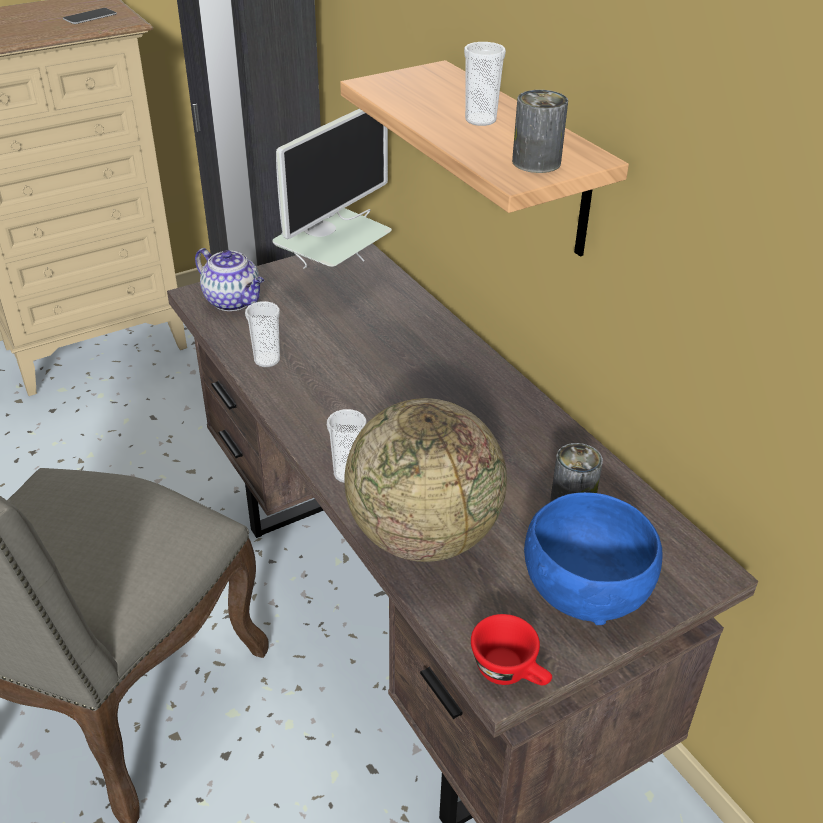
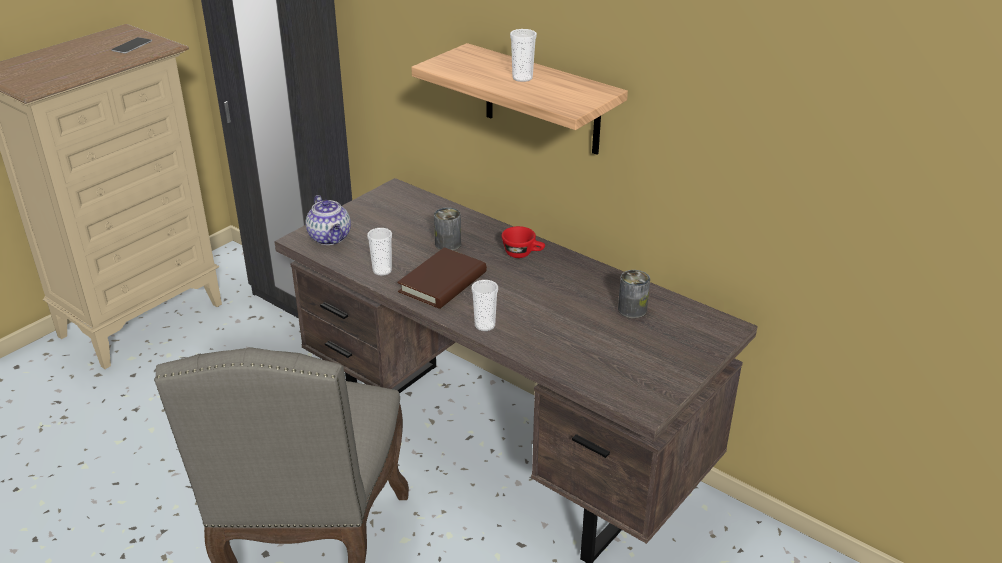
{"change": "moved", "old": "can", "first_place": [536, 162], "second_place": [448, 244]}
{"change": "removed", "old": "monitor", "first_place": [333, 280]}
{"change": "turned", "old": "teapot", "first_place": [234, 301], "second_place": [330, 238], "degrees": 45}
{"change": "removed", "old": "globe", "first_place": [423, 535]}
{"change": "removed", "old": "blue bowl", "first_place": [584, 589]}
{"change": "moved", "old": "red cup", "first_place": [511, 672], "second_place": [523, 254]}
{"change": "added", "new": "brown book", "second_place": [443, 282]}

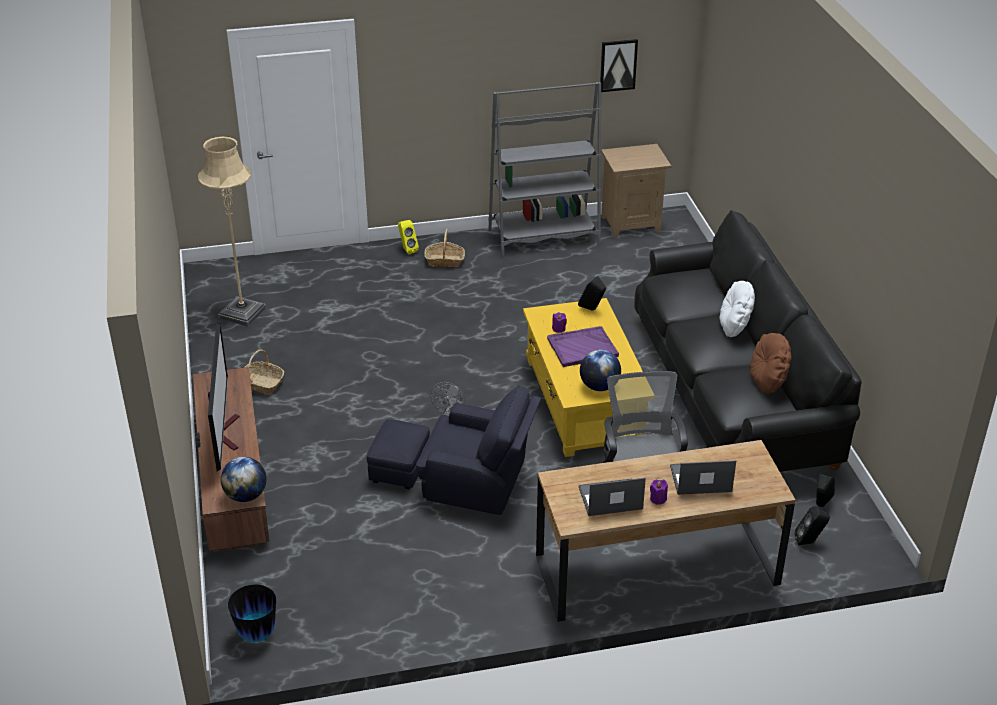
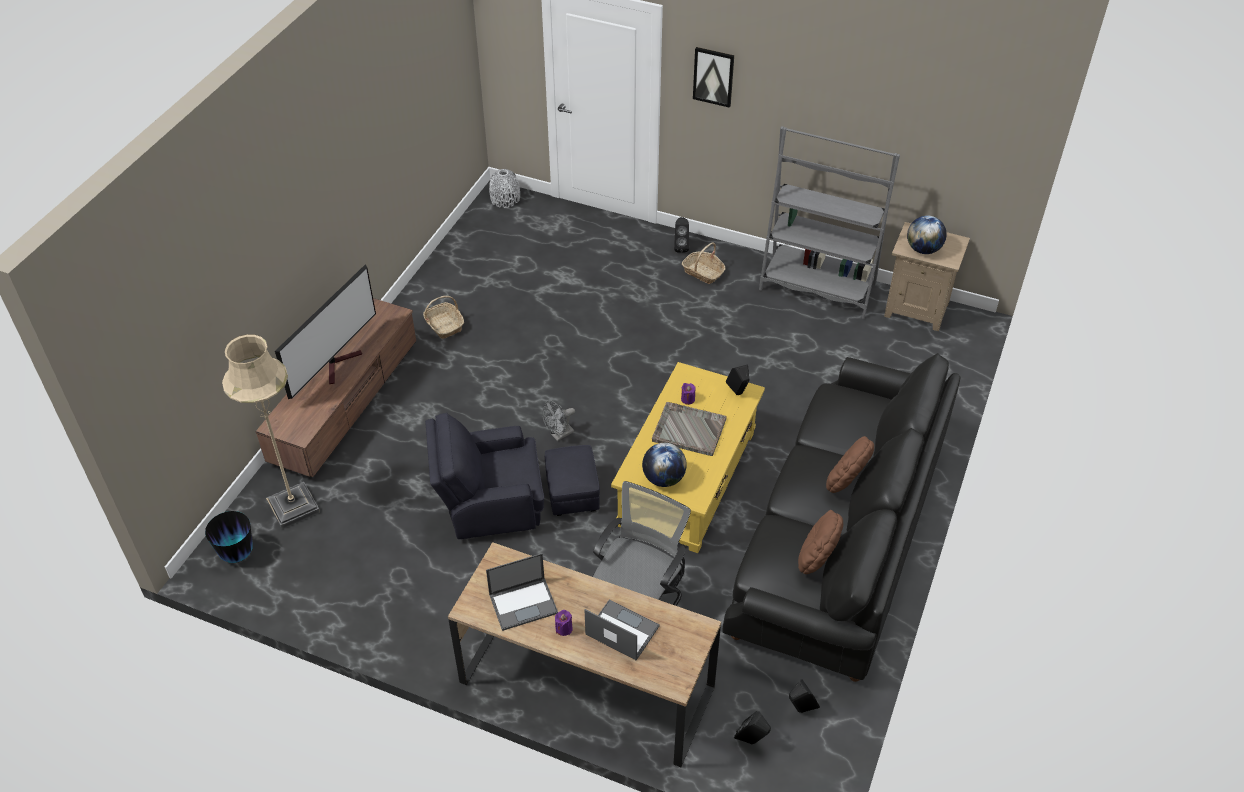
{"change": "moved", "old": "picture", "first_place": [618, 65], "second_place": [713, 76]}
{"change": "moved", "old": "beige floor lamp", "first_place": [242, 313], "second_place": [293, 507]}
{"change": "recoloured", "old": "yellow speaker", "new": "black speaker", "first_place": [407, 250], "second_place": [681, 247]}
{"change": "recoloured", "old": "white pillow", "new": "brown pillow", "first_place": [734, 328], "second_place": [846, 483]}
{"change": "recoloured", "old": "purple tray", "new": "grey tray", "first_place": [581, 348], "second_place": [688, 430]}
{"change": "turned", "old": "black armchair", "first_place": [459, 480], "second_place": [510, 501], "degrees": 120}
{"change": "moved", "old": "globe", "first_place": [246, 496], "second_place": [923, 249]}
{"change": "turned", "old": "laptop", "first_place": [609, 498], "second_place": [524, 603], "degrees": 135}
{"change": "added", "new": "grey vase", "second_place": [505, 199]}

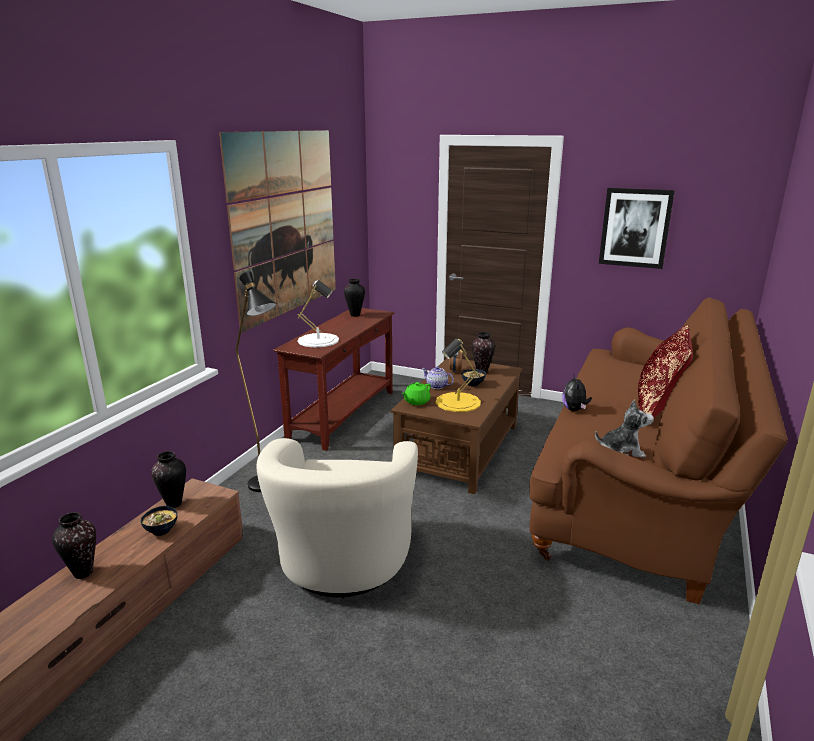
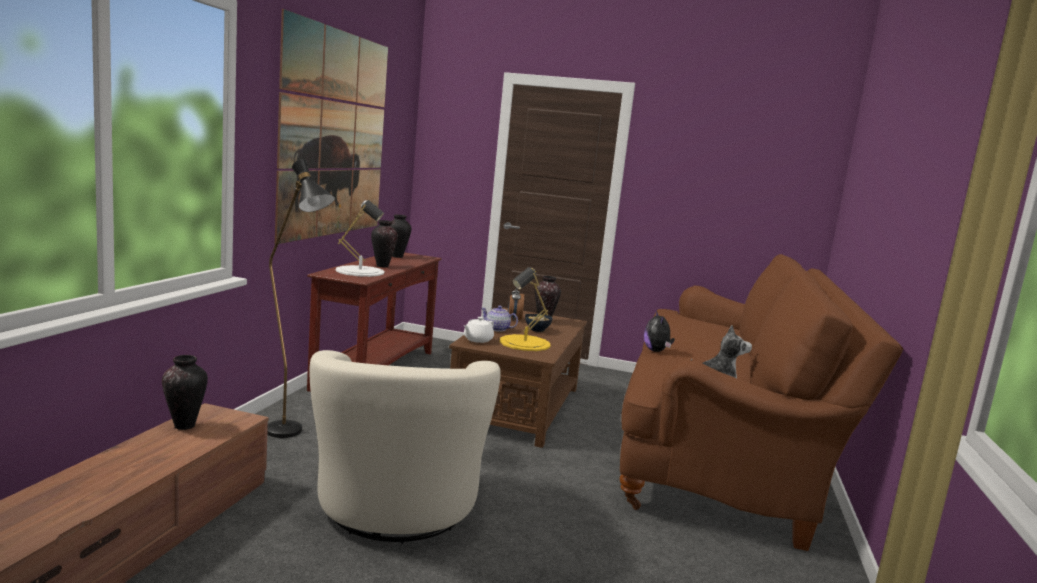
{"change": "removed", "old": "picture", "first_place": [635, 228]}
{"change": "removed", "old": "red pillow", "first_place": [658, 411]}
{"change": "recoloured", "old": "green teapot", "new": "white teapot", "first_place": [416, 401], "second_place": [477, 340]}
{"change": "removed", "old": "bowl", "first_place": [160, 531]}
{"change": "moved", "old": "vase", "first_place": [83, 572], "second_place": [382, 266]}

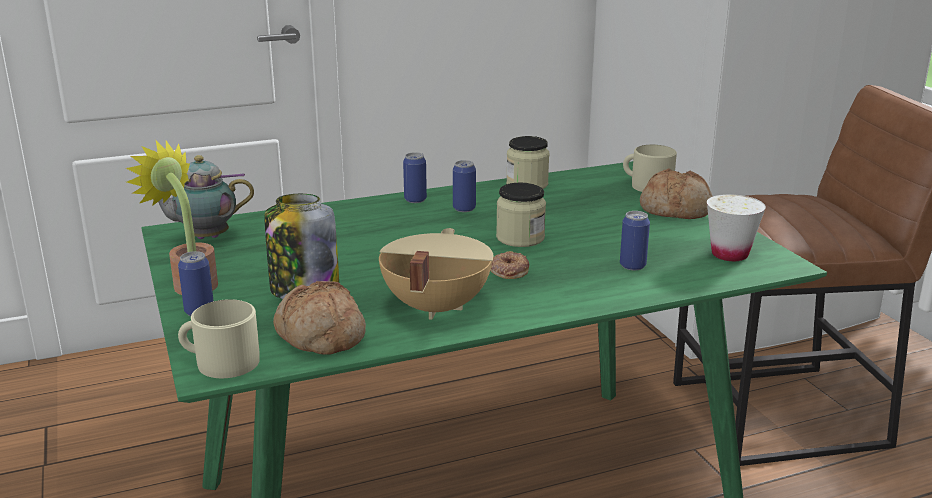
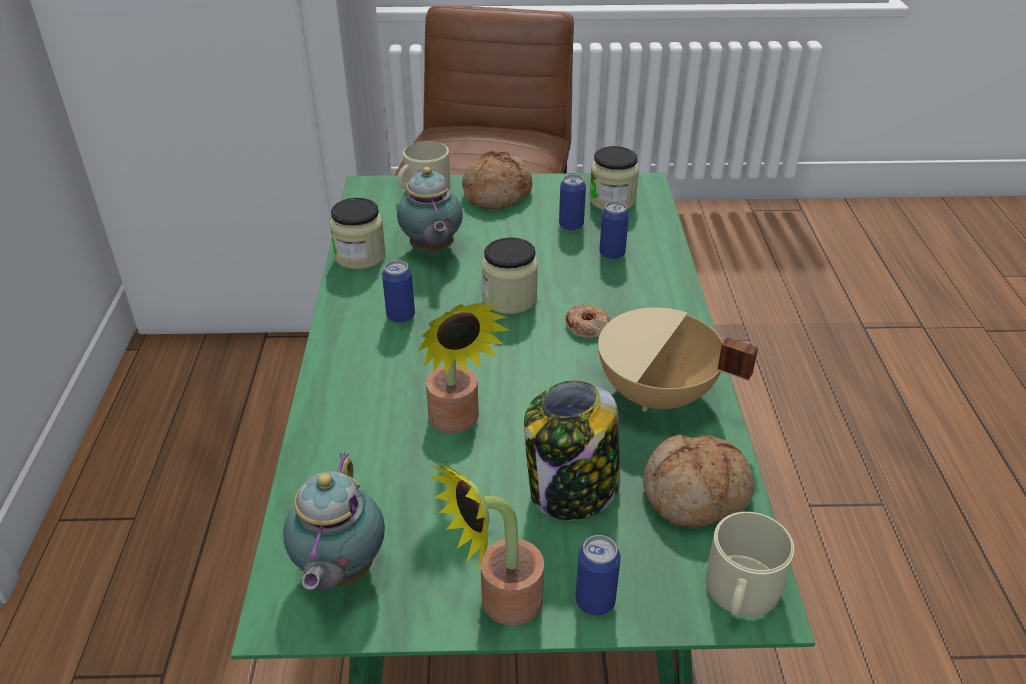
{"change": "moved", "old": "can", "first_place": [415, 200], "second_place": [571, 225]}
{"change": "replaced", "old": "white cup", "new": "jar", "first_place": [729, 254], "second_place": [612, 200]}
{"change": "added", "new": "teapot", "second_place": [432, 250]}
{"change": "added", "new": "potted plant", "second_place": [457, 423]}

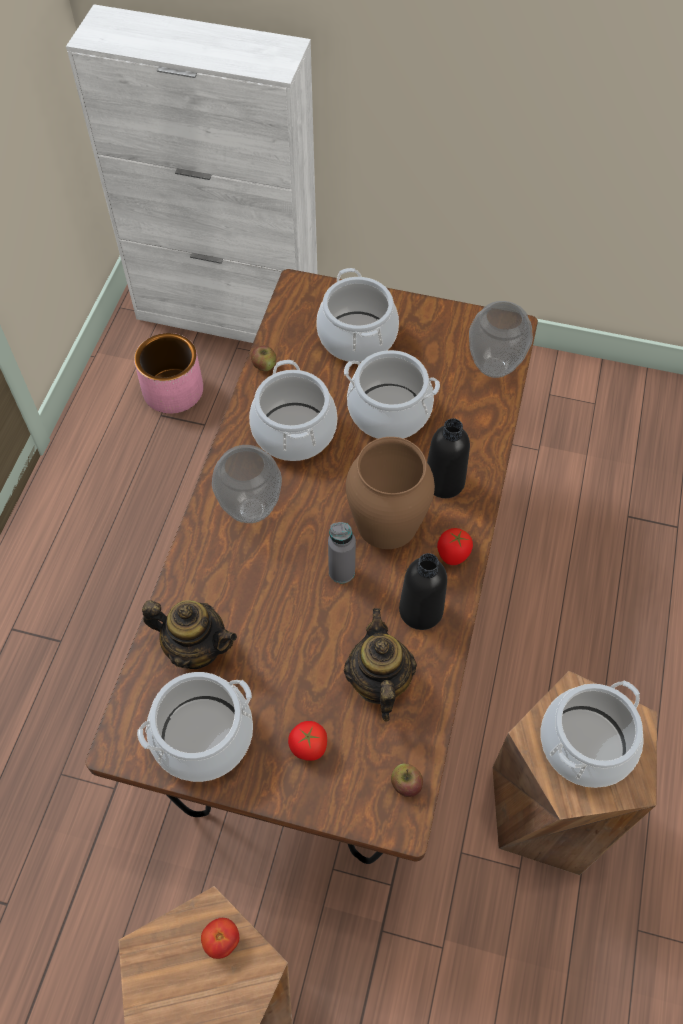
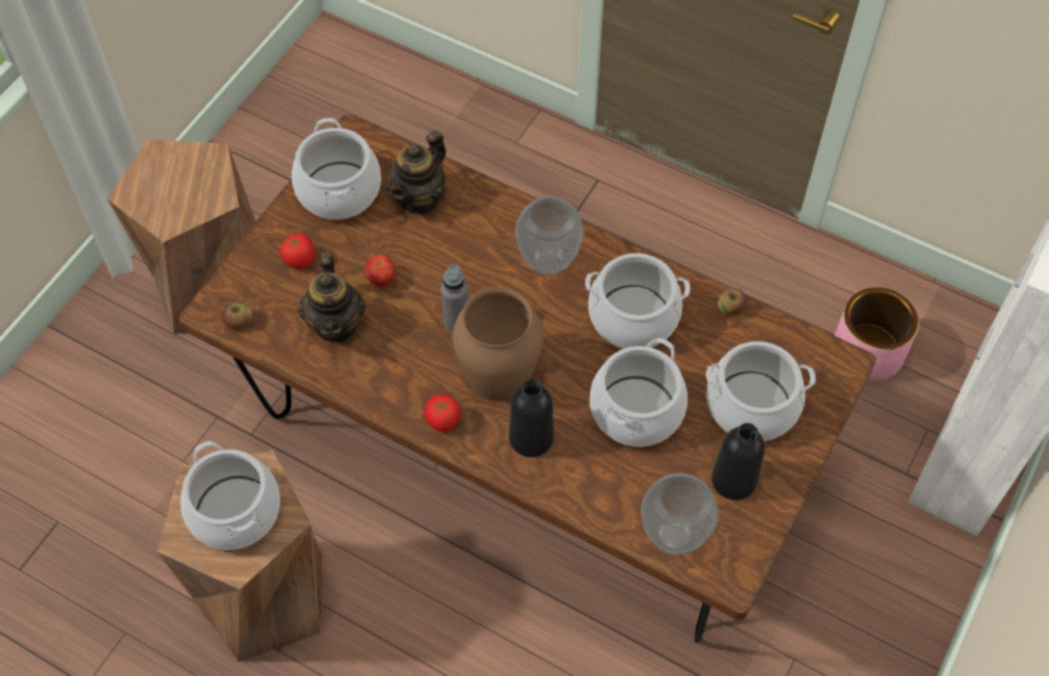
{"change": "moved", "old": "black bottle", "first_place": [421, 610], "second_place": [733, 480]}
{"change": "turned", "old": "teapot", "first_place": [378, 682], "second_place": [336, 324], "degrees": 75}
{"change": "moved", "old": "tomato", "first_place": [222, 940], "second_place": [381, 279]}

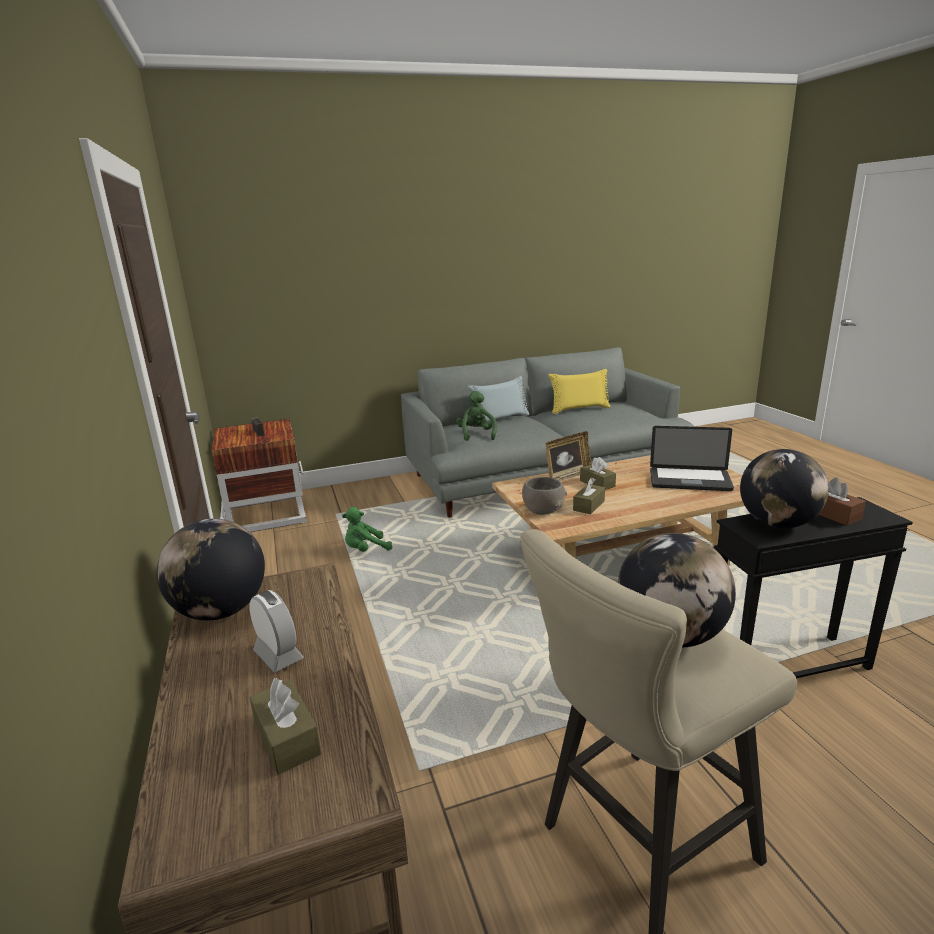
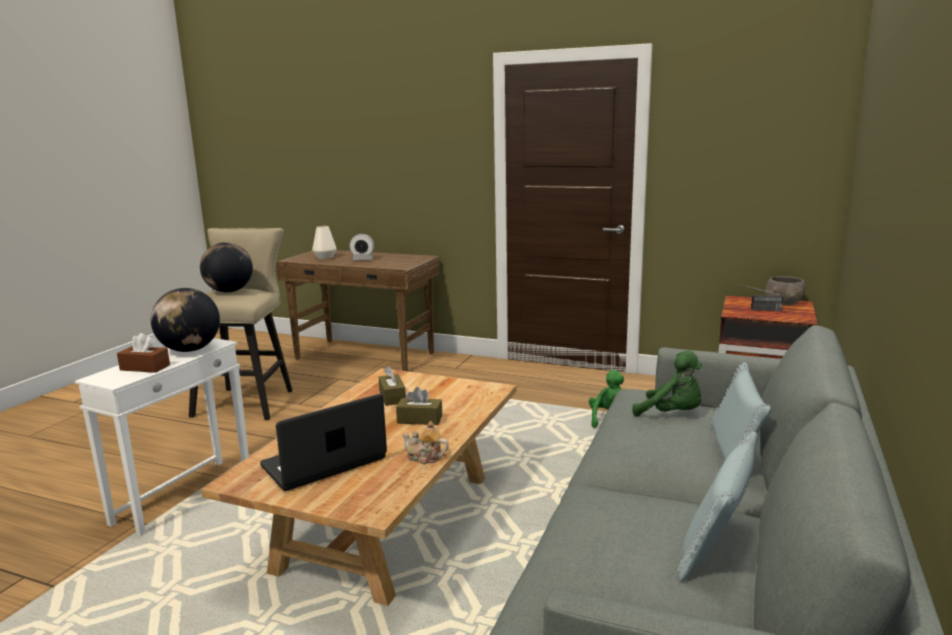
{"change": "recoloured", "old": "yellow pillow", "new": "blue pillow", "first_place": [579, 409], "second_place": [715, 544]}
{"change": "removed", "old": "picture frame", "first_place": [568, 476]}
{"change": "moved", "old": "grey bowl", "first_place": [543, 510], "second_place": [784, 303]}
{"change": "recoloured", "old": "black side table", "new": "white side table", "first_place": [785, 666], "second_place": [185, 496]}
{"change": "removed", "old": "globe", "first_place": [221, 611]}
{"change": "replaced", "old": "brown tissue box", "new": "white vase", "first_place": [287, 738], "second_place": [325, 257]}
{"change": "added", "new": "teapot", "second_place": [425, 457]}

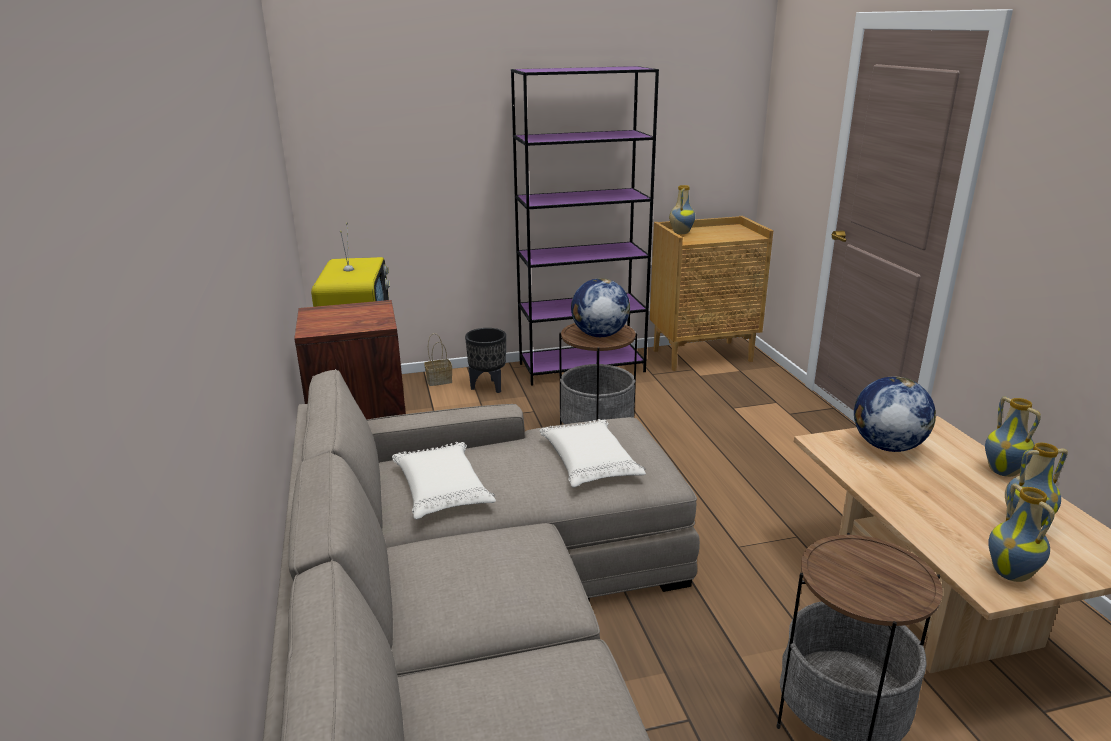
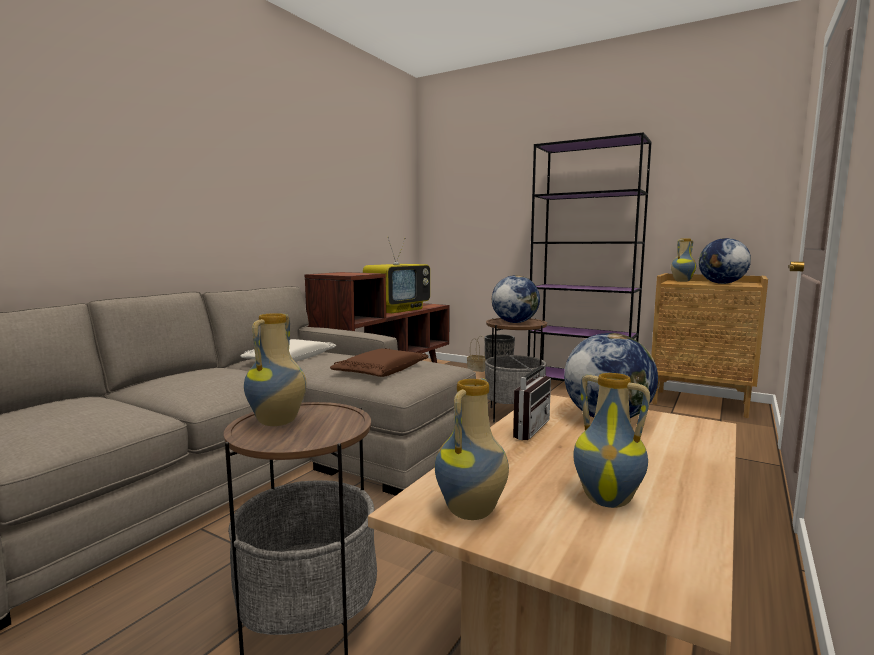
{"change": "moved", "old": "vase", "first_place": [1004, 471], "second_place": [278, 422]}
{"change": "recoloured", "old": "white pillow", "new": "brown pillow", "first_place": [589, 459], "second_place": [382, 369]}
{"change": "added", "new": "globe", "second_place": [721, 283]}
{"change": "added", "new": "radio", "second_place": [524, 428]}

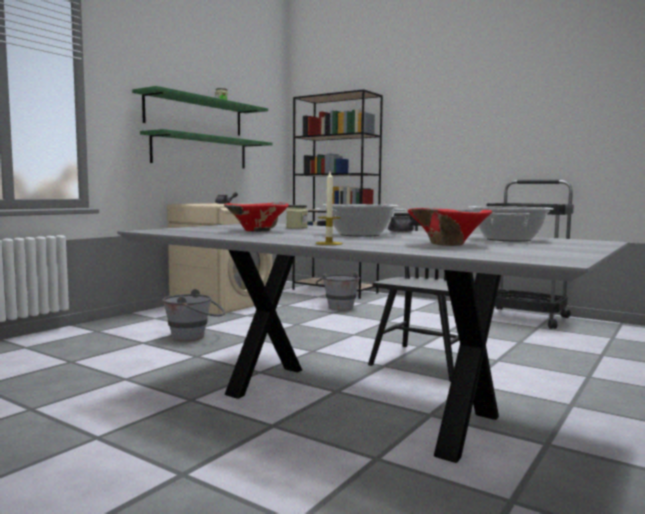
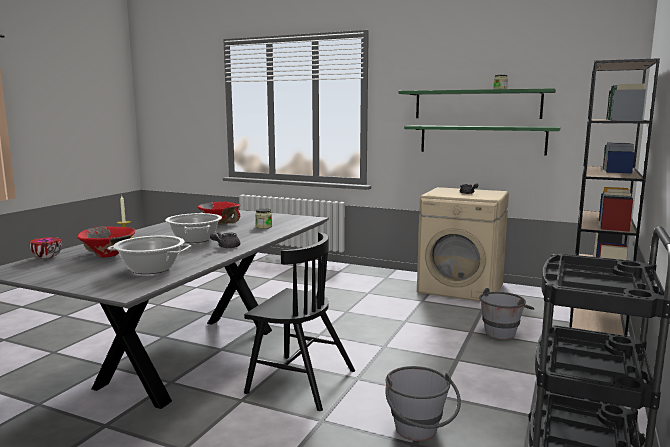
{"change": "moved", "old": "grey bucket", "first_place": [195, 337], "second_place": [419, 434]}
{"change": "added", "new": "bowl", "second_place": [47, 257]}

